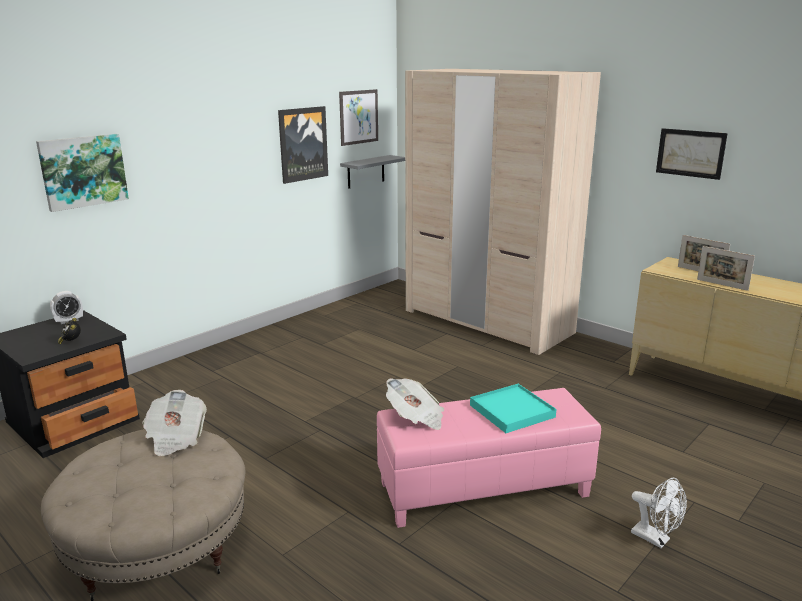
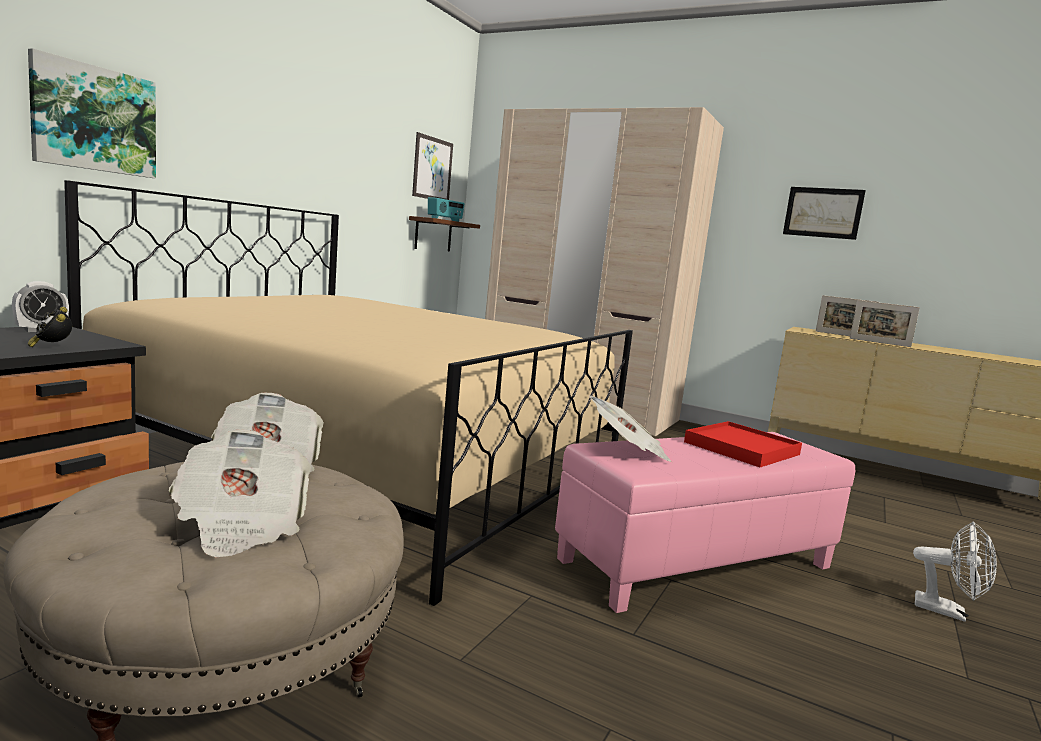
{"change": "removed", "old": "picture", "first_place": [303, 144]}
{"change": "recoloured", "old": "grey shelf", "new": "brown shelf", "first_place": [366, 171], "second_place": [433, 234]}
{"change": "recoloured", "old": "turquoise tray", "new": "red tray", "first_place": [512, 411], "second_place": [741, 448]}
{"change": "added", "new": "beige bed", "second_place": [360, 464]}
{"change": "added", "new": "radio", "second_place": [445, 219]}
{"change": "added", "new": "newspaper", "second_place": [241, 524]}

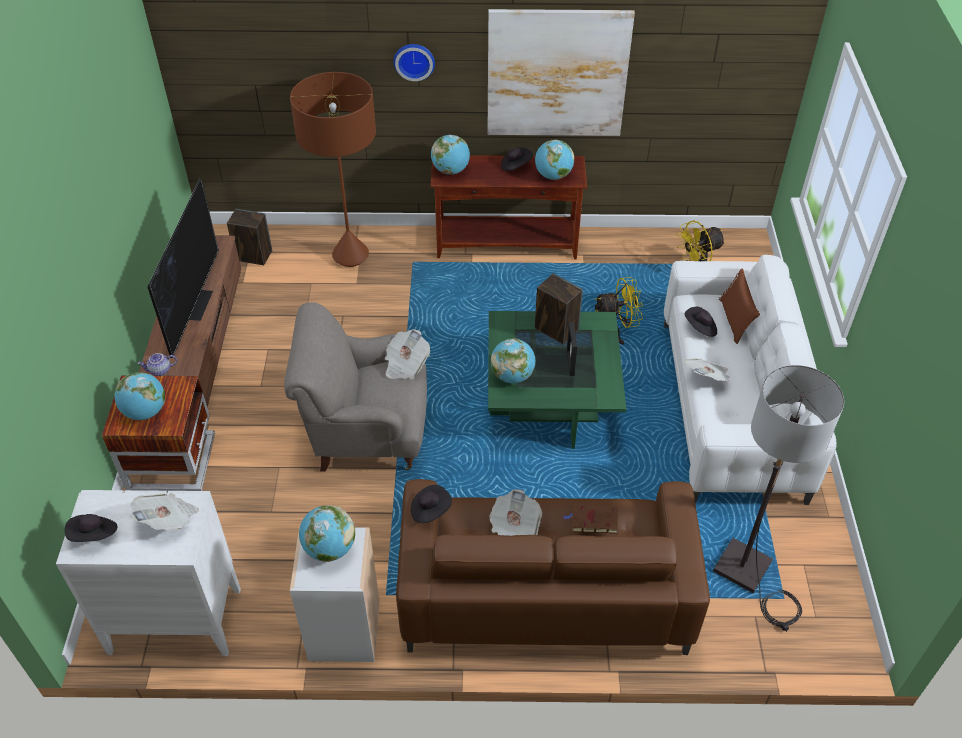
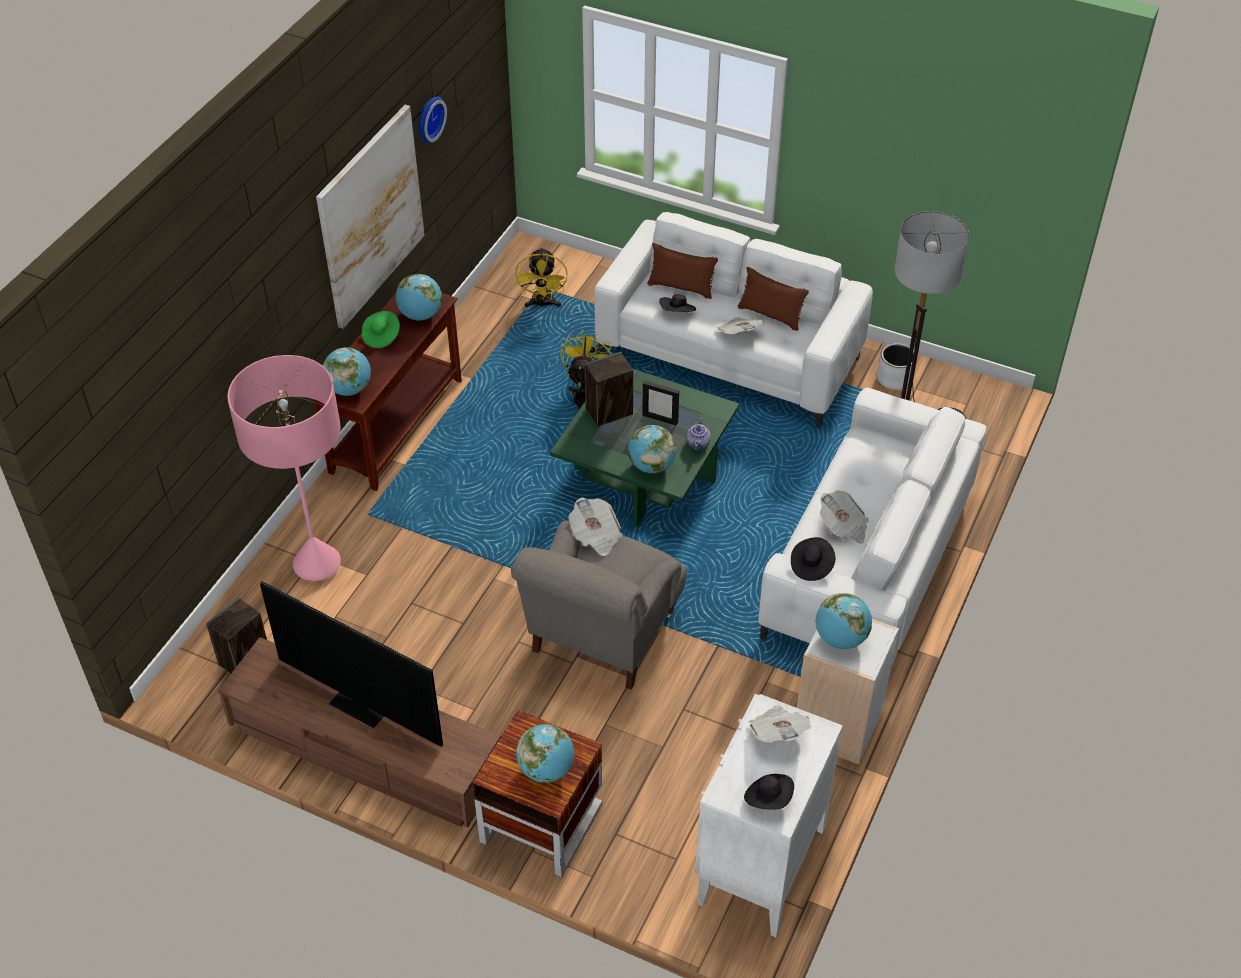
{"change": "moved", "old": "wall clock", "first_place": [414, 60], "second_place": [428, 118]}
{"change": "recoloured", "old": "brown floor lamp", "new": "pink floor lamp", "first_place": [351, 257], "second_place": [317, 566]}
{"change": "recoloured", "old": "black hat", "new": "green hat", "first_place": [515, 166], "second_place": [381, 336]}
{"change": "moved", "old": "teapot", "first_place": [160, 371], "second_place": [698, 443]}
{"change": "recoloured", "old": "brown sofa", "new": "white sofa", "first_place": [544, 596], "second_place": [868, 565]}
{"change": "removed", "old": "brown book", "first_place": [592, 520]}
{"change": "added", "new": "brown pillow", "second_place": [770, 315]}
{"change": "added", "new": "white planter", "second_place": [895, 378]}

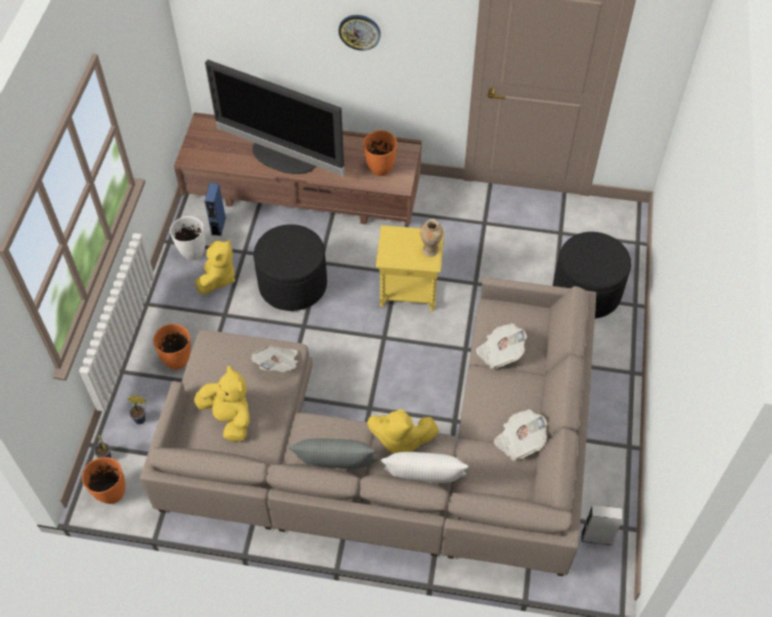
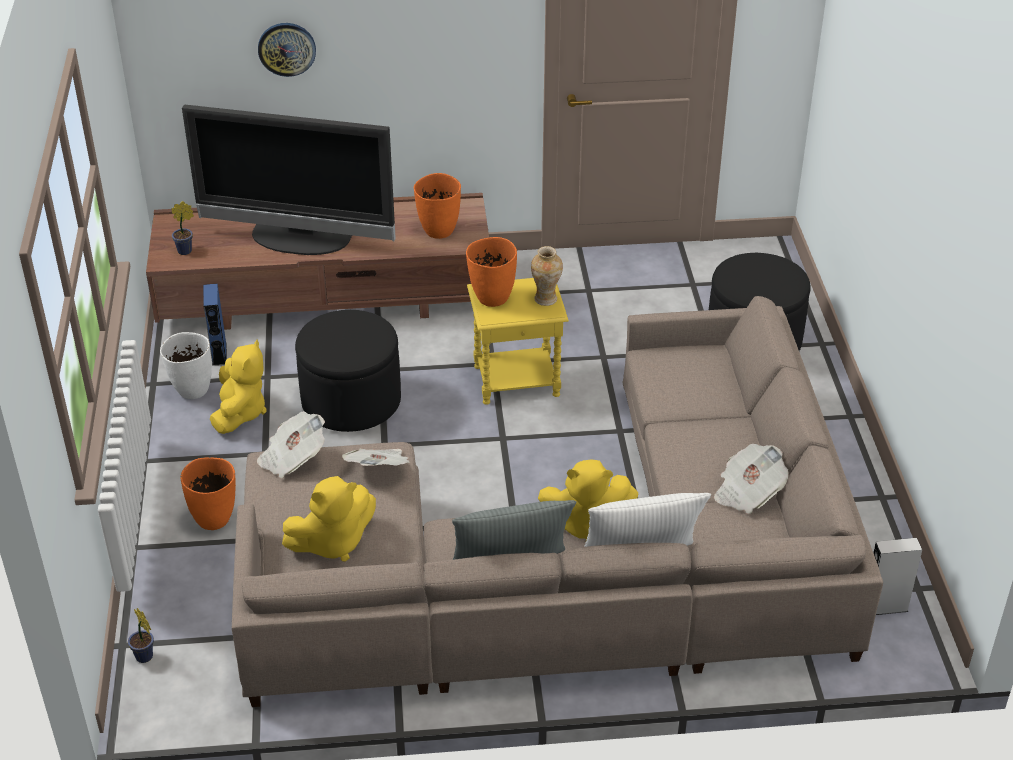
{"change": "moved", "old": "wall clock", "first_place": [359, 31], "second_place": [287, 48]}
{"change": "moved", "old": "newspaper", "first_place": [499, 353], "second_place": [292, 458]}
{"change": "turned", "old": "yellow plush toy", "first_place": [229, 418], "second_place": [332, 542], "degrees": 120}
{"change": "moved", "old": "potted plant", "first_place": [141, 419], "second_place": [186, 250]}
{"change": "moved", "old": "orange vase", "first_place": [111, 494], "second_place": [492, 298]}

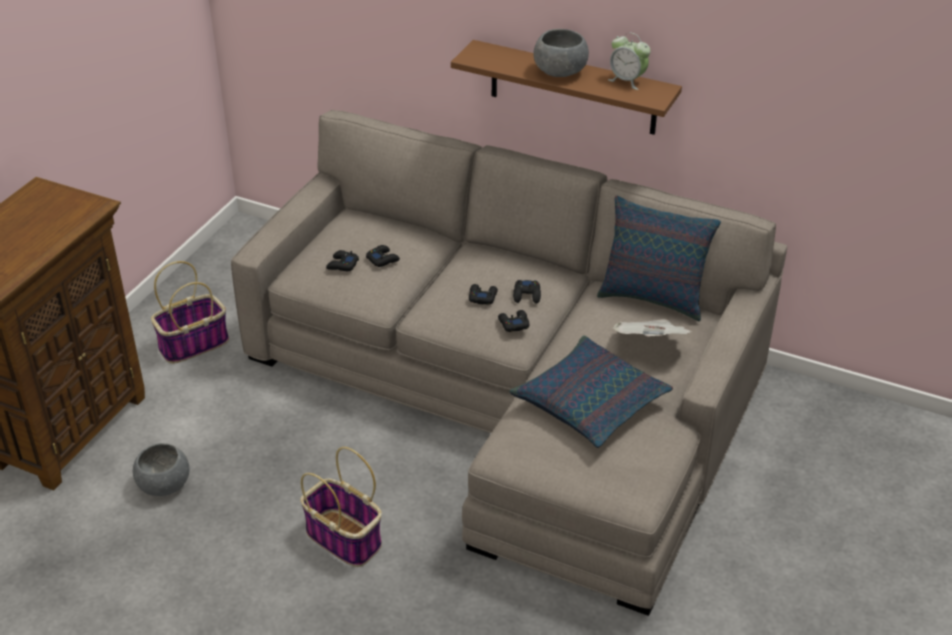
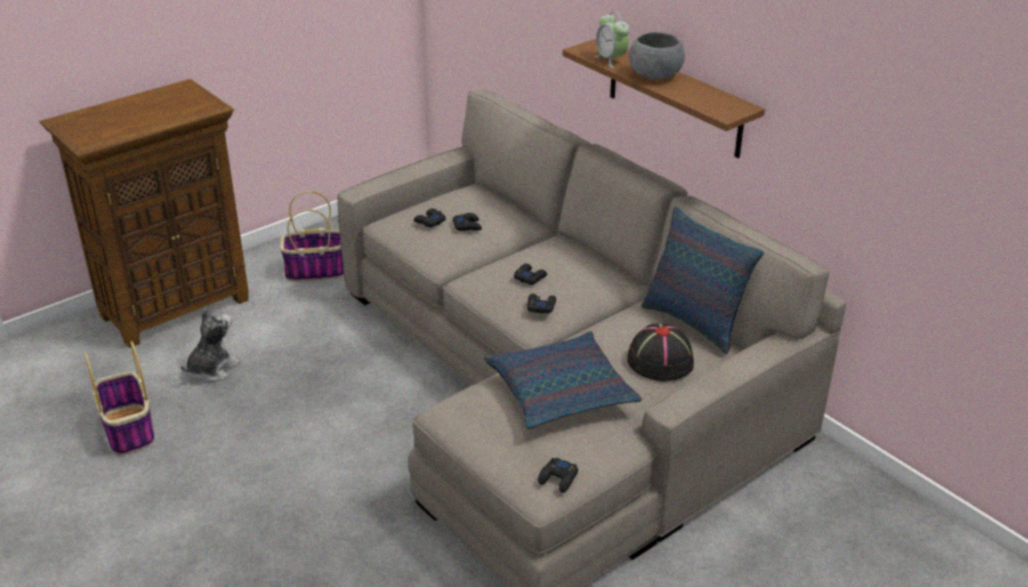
{"change": "moved", "old": "alarm clock", "first_place": [627, 81], "second_place": [611, 60]}
{"change": "moved", "old": "black game controller", "first_place": [527, 295], "second_place": [558, 479]}
{"change": "replaced", "old": "newspaper", "new": "black hat", "first_place": [650, 344], "second_place": [660, 360]}
{"change": "replaced", "old": "grey bowl", "new": "plush toy", "first_place": [164, 484], "second_place": [212, 369]}
{"change": "moved", "old": "basket", "first_place": [345, 539], "second_place": [129, 431]}

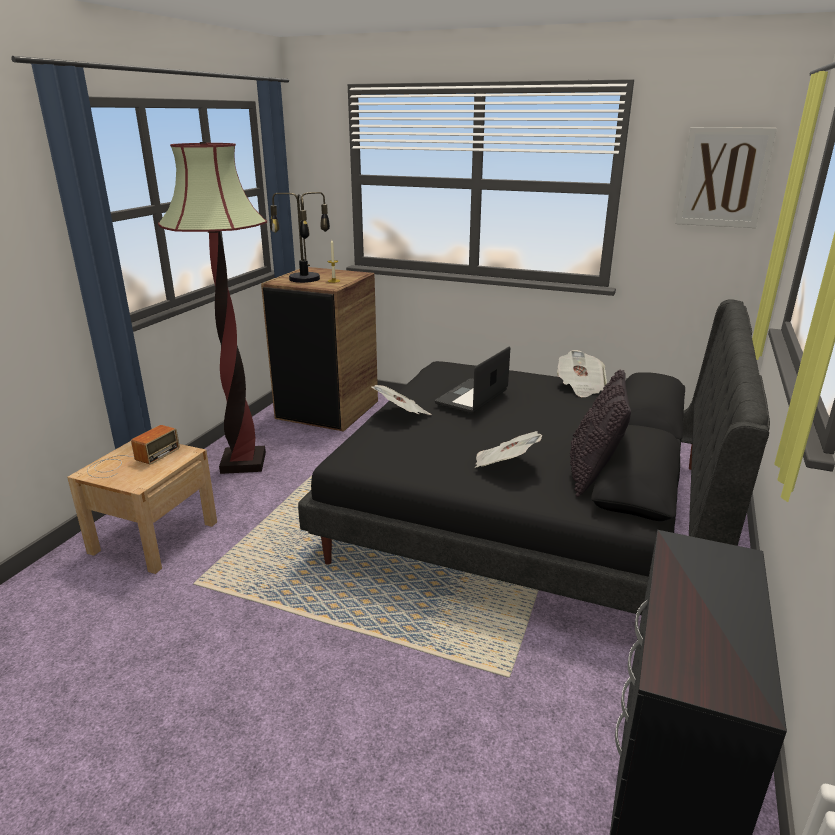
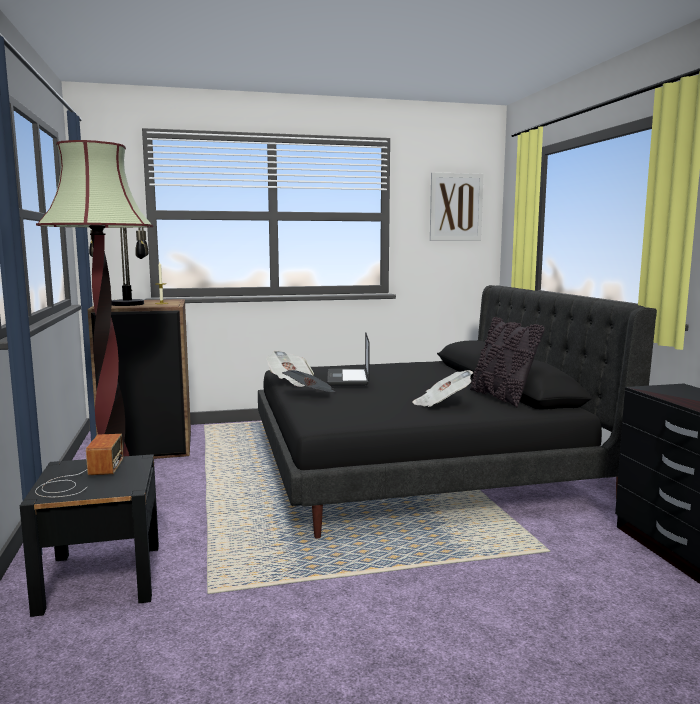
{"change": "moved", "old": "newspaper", "first_place": [580, 387], "second_place": [291, 381]}
{"change": "recoloured", "old": "beige nightstand", "new": "black nightstand", "first_place": [154, 537], "second_place": [101, 577]}

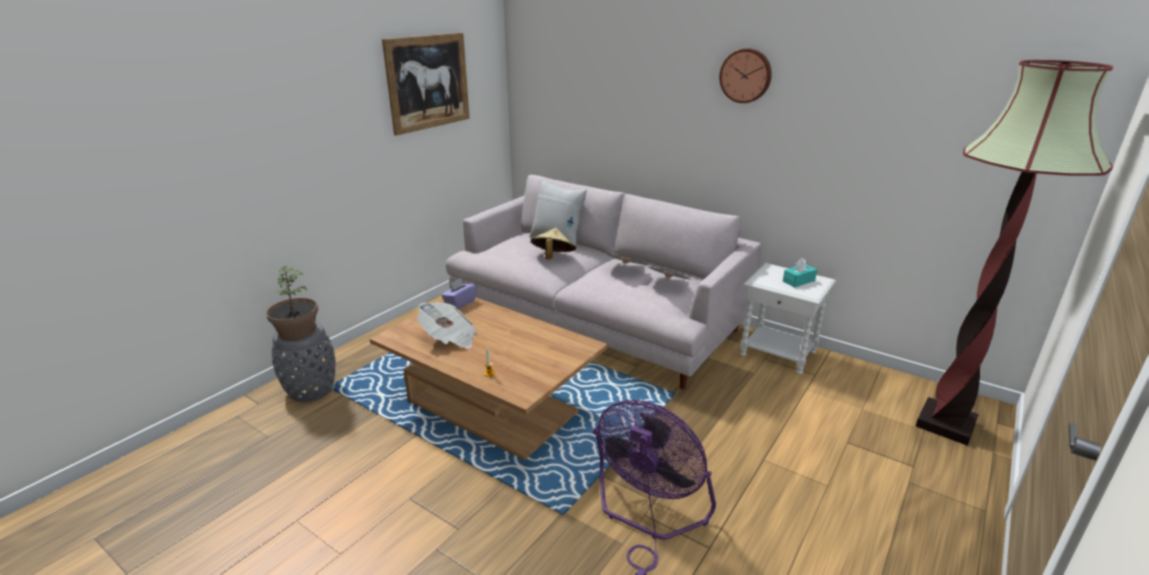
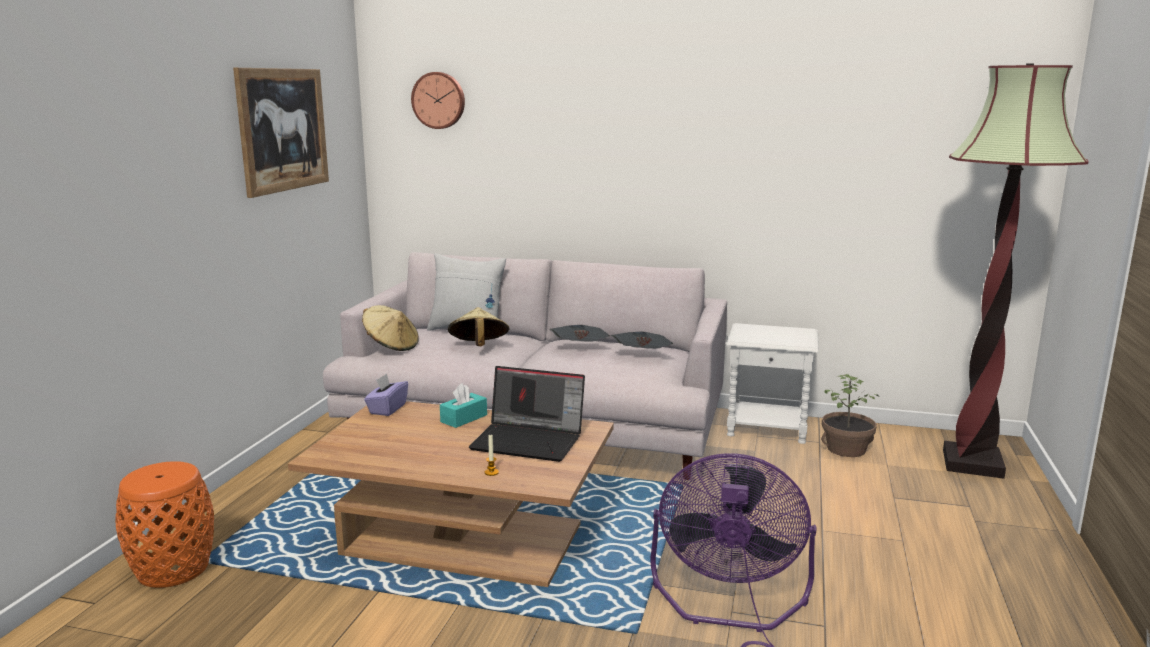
{"change": "moved", "old": "wall clock", "first_place": [746, 75], "second_place": [439, 100]}
{"change": "moved", "old": "turquoise tissue box", "first_place": [798, 281], "second_place": [464, 418]}
{"change": "moved", "old": "potted plant", "first_place": [297, 332], "second_place": [846, 449]}
{"change": "removed", "old": "newspaper", "first_place": [449, 338]}
{"change": "recoloured", "old": "grey stool", "new": "orange stool", "first_place": [311, 389], "second_place": [173, 570]}
{"change": "added", "new": "beige hat", "second_place": [391, 346]}
{"change": "added", "new": "laptop", "second_place": [530, 441]}

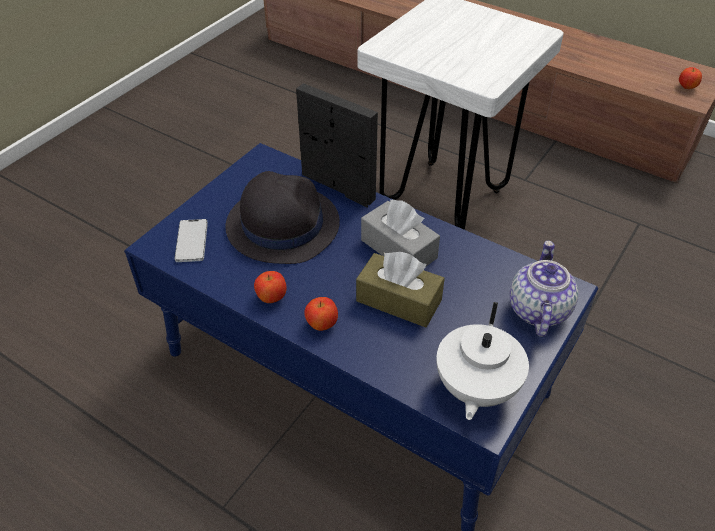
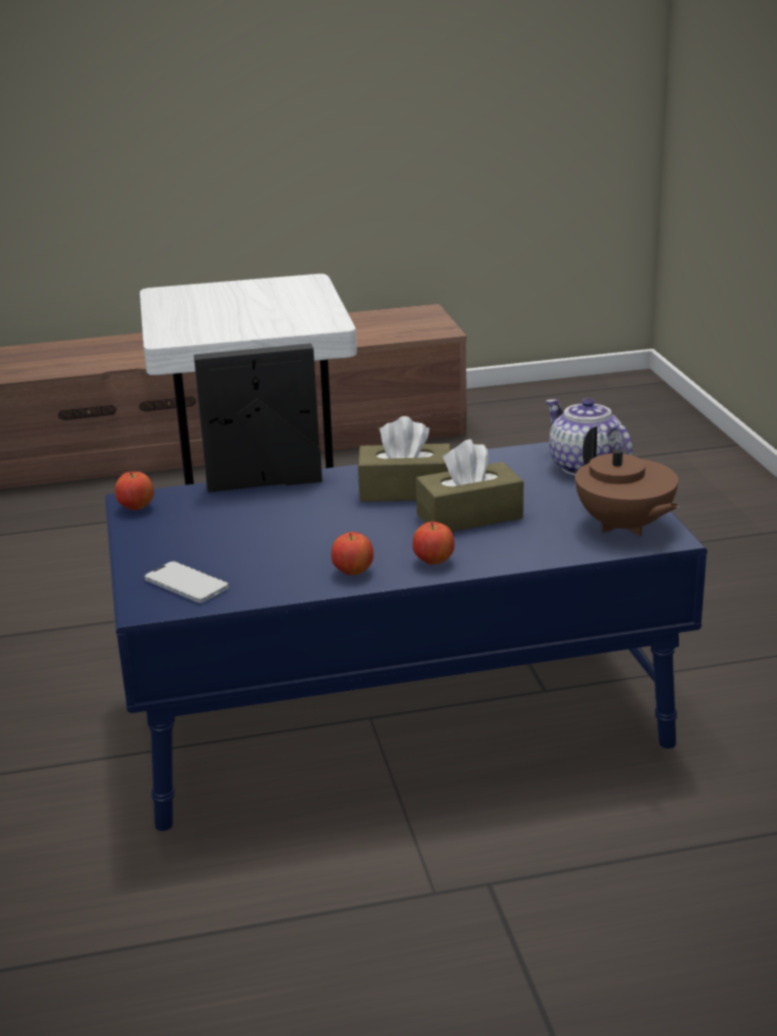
{"change": "moved", "old": "apple", "first_place": [686, 87], "second_place": [136, 508]}
{"change": "removed", "old": "black hat", "first_place": [282, 224]}
{"change": "recoloured", "old": "grey tissue box", "new": "brown tissue box", "first_place": [398, 249], "second_place": [405, 490]}
{"change": "recoloured", "old": "white teapot", "new": "brown teapot", "first_place": [475, 388], "second_place": [624, 526]}

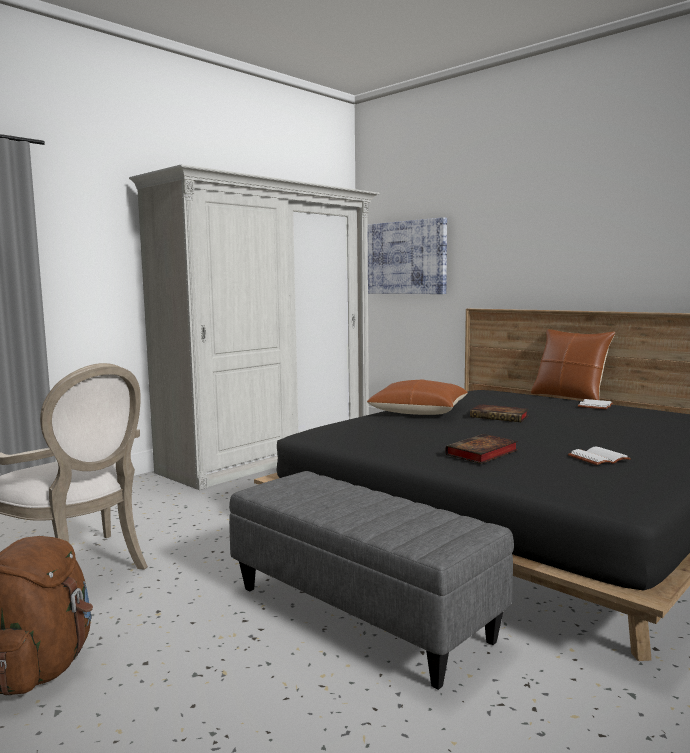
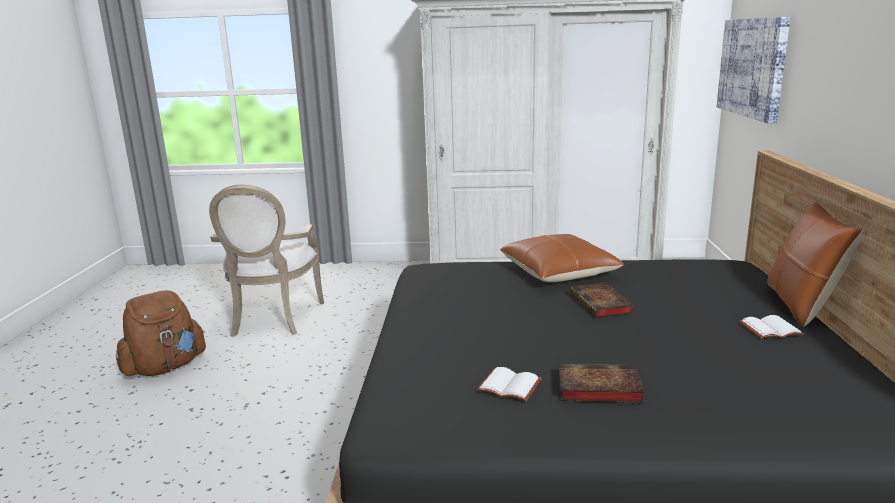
{"change": "moved", "old": "book", "first_place": [481, 453], "second_place": [596, 388]}
{"change": "removed", "old": "grey ottoman", "first_place": [361, 613]}

